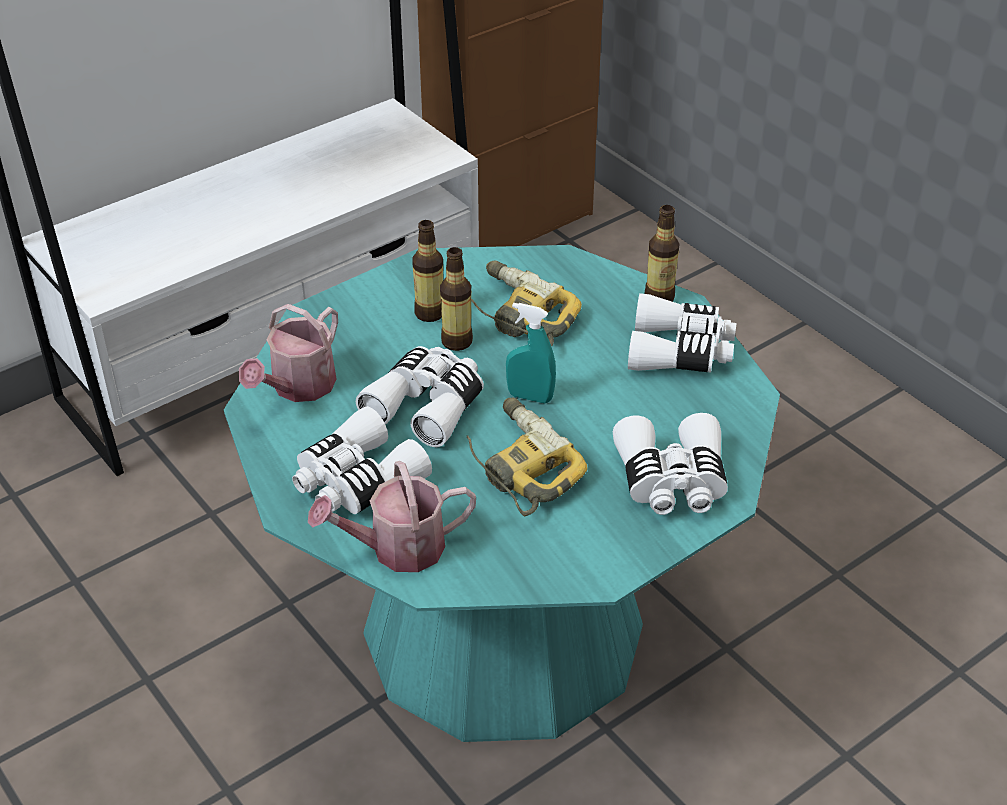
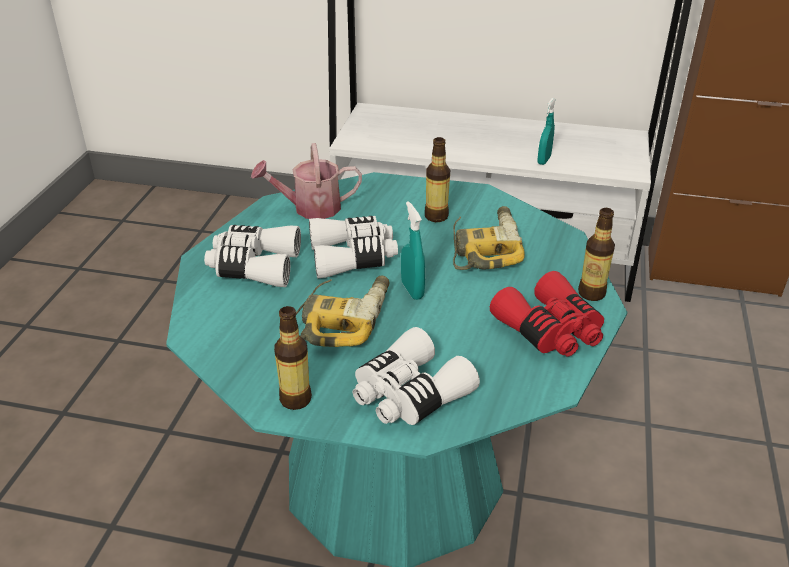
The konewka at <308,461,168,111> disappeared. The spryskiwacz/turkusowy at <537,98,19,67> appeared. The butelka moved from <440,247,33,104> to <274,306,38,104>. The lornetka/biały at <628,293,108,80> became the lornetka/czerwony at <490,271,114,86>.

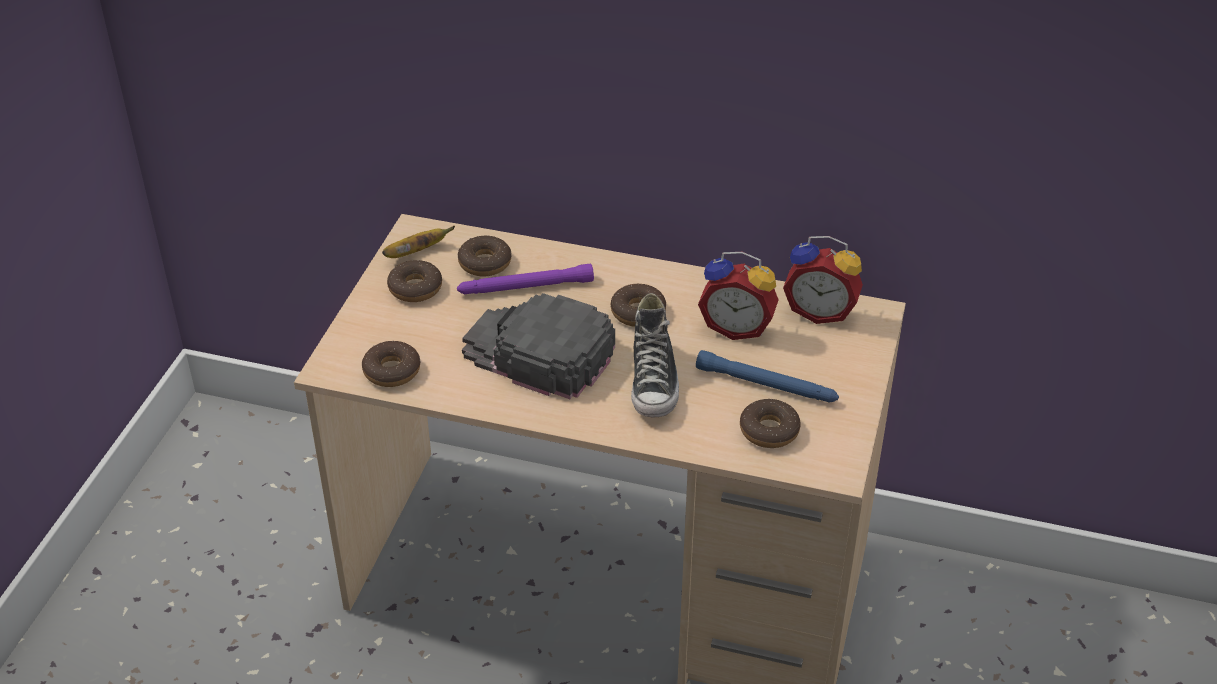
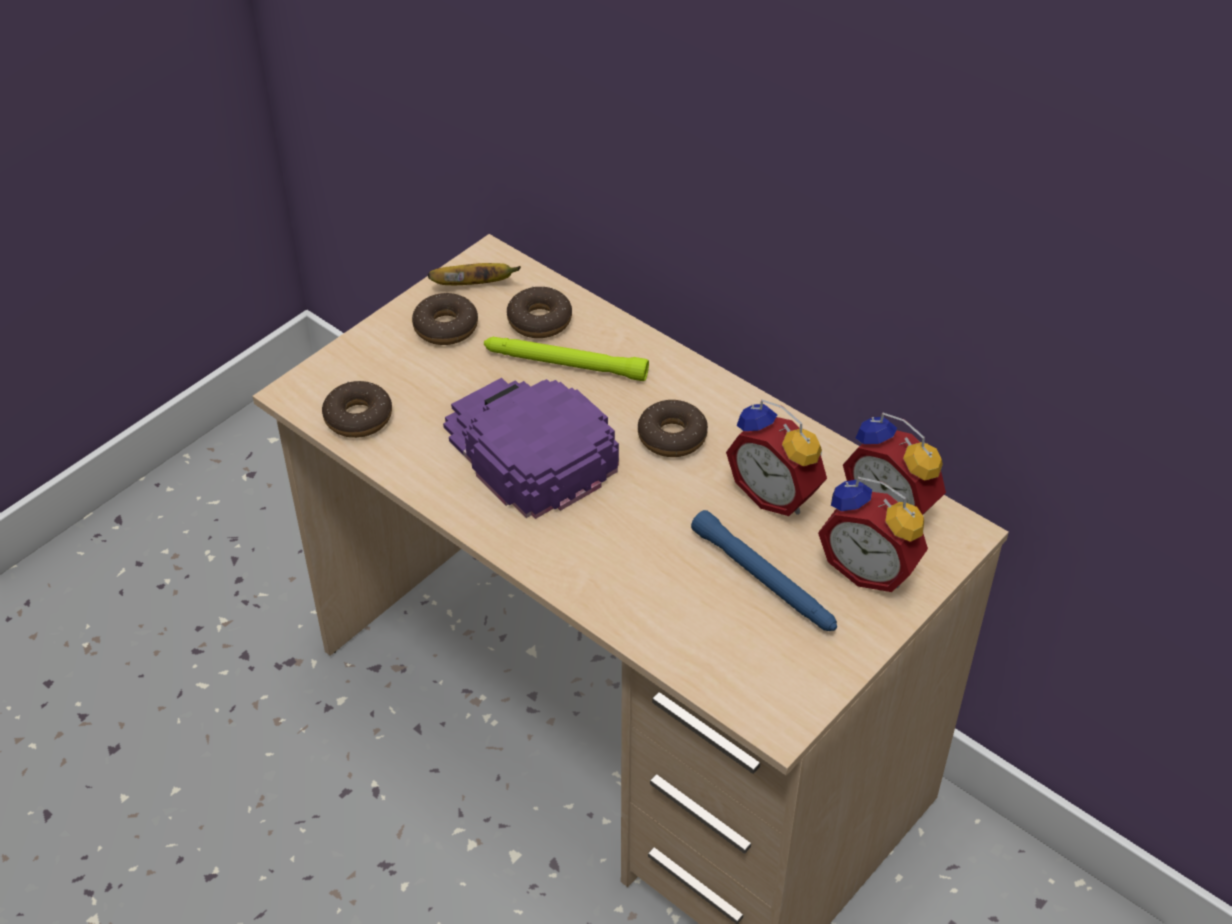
The but at <631,293,48,124> disappeared. The donut at <740,399,61,49> disappeared. The budzik at <818,477,110,115> appeared. The latarka/fioletowy at <457,264,137,30> became the latarka/zielony at <484,337,165,44>. The czapka z daszkiem/czarny at <462,293,153,106> became the czapka z daszkiem/fioletowy at <443,378,176,141>.

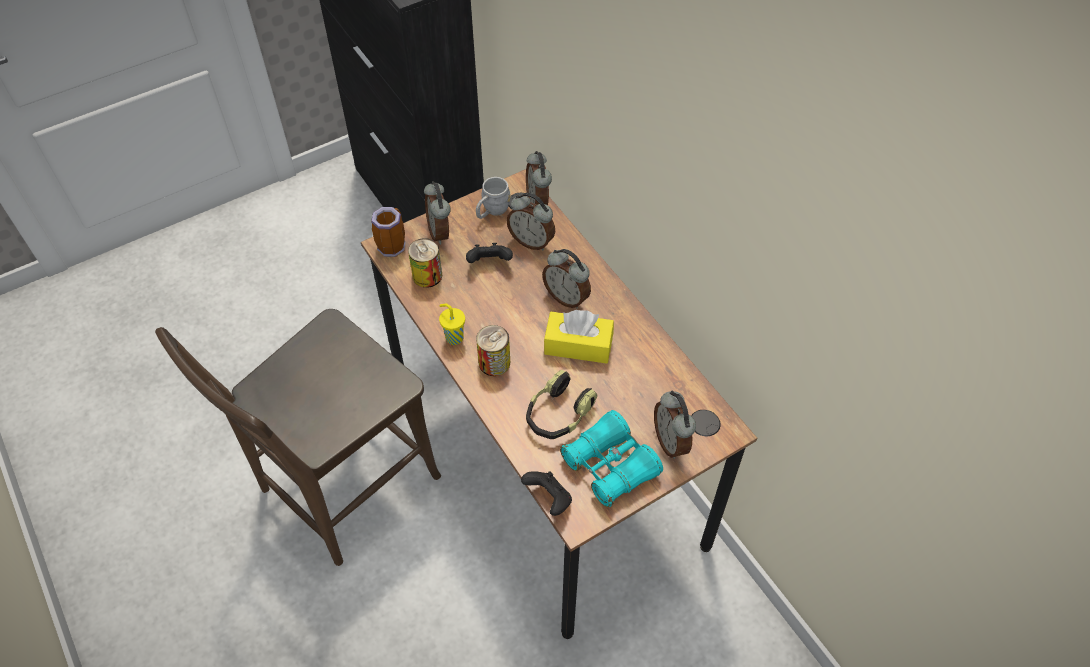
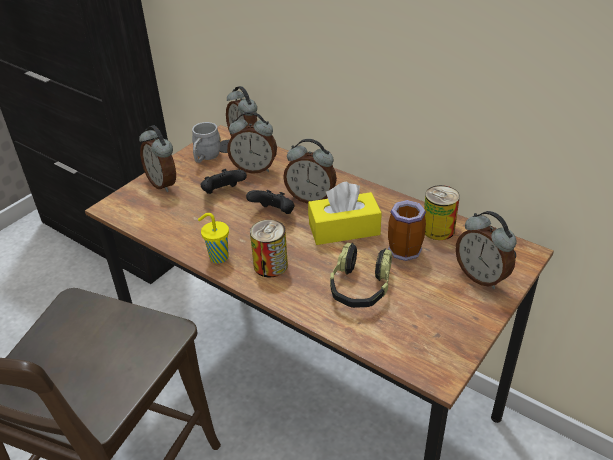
The lornetka/turkusowy at <560,410,103,98> disappeared. The kubek moved from <371,207,35,50> to <388,200,38,61>. The puszka moved from <408,238,34,50> to <424,185,36,55>. The pad do gier/czarny moved from <521,471,51,45> to <246,190,49,24>.

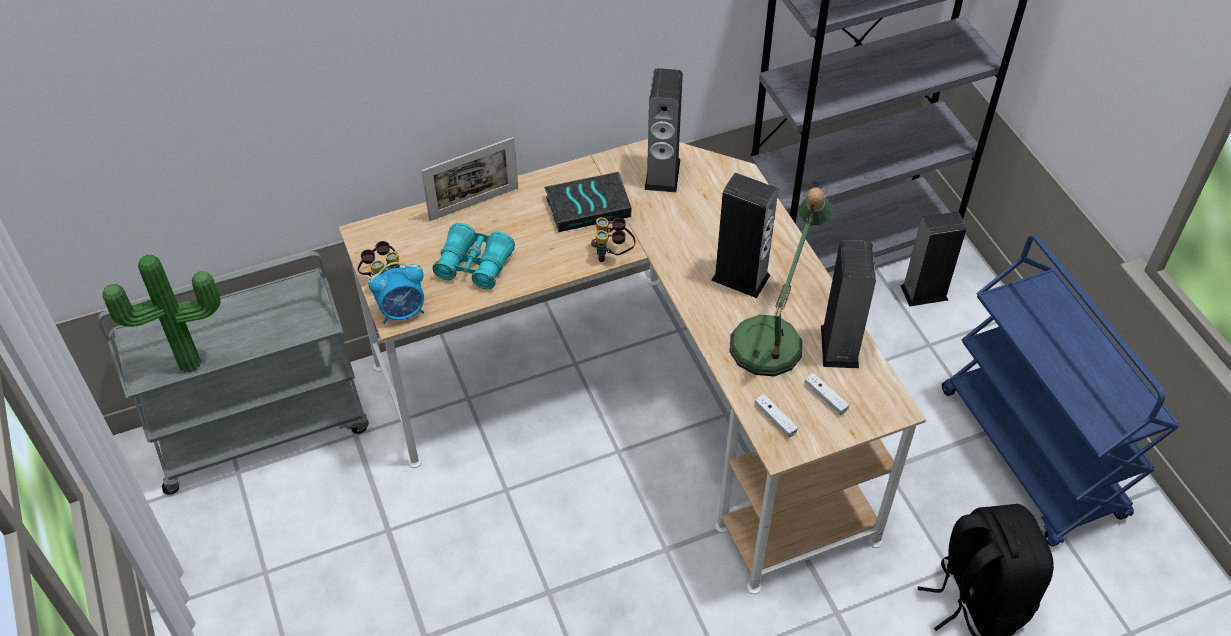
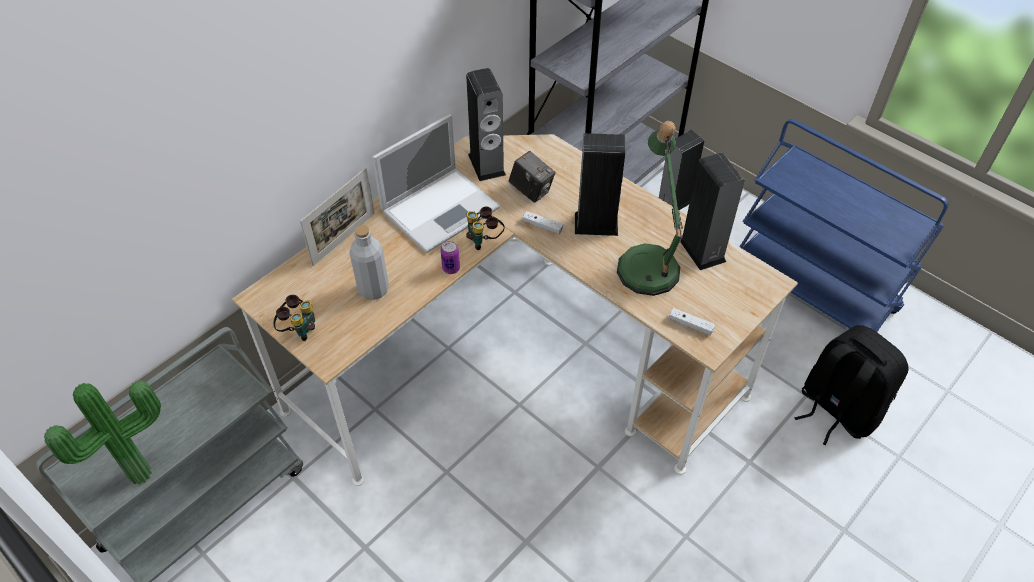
The budzik at <368,262,56,62> disappeared. The puszka at <441,241,19,33> appeared. The aparat fotograficzny at <509,151,47,52> appeared. The pad do gier/biały moved from <805,373,44,42> to <522,211,41,23>. The lornetka/turkusowy at <433,223,82,66> was replaced by the butelka/szary at <349,225,40,75>. The książka at <544,172,87,60> was replaced by the laptop at <372,114,128,139>.

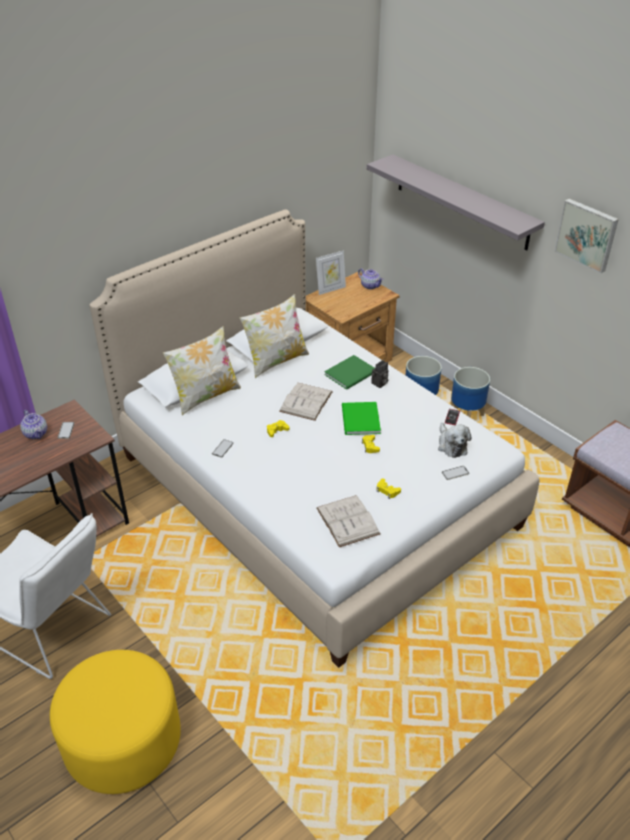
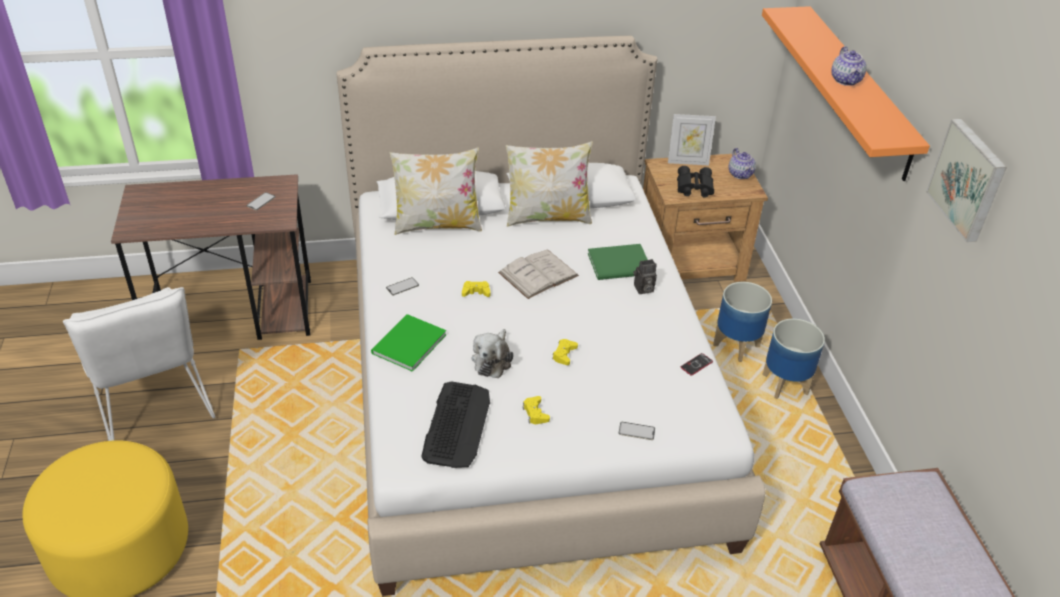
The lornetka/czarny at <677,166,37,32> appeared. The imbryk moved from <20,410,27,29> to <831,46,36,40>. The książka/zielony moved from <342,402,39,33> to <371,314,75,58>. The pluszak moved from <438,423,33,35> to <472,329,42,49>. The książka/biały at <316,495,64,52> was replaced by the klawiatura at <421,381,69,87>. The półka/szary at <367,155,178,95> became the półka/pomarańczowy at <762,6,168,175>.

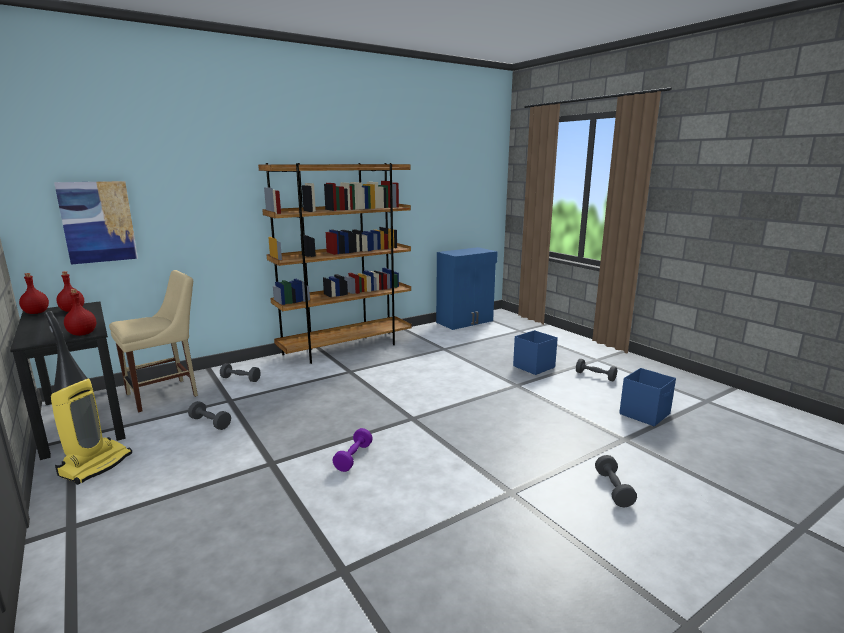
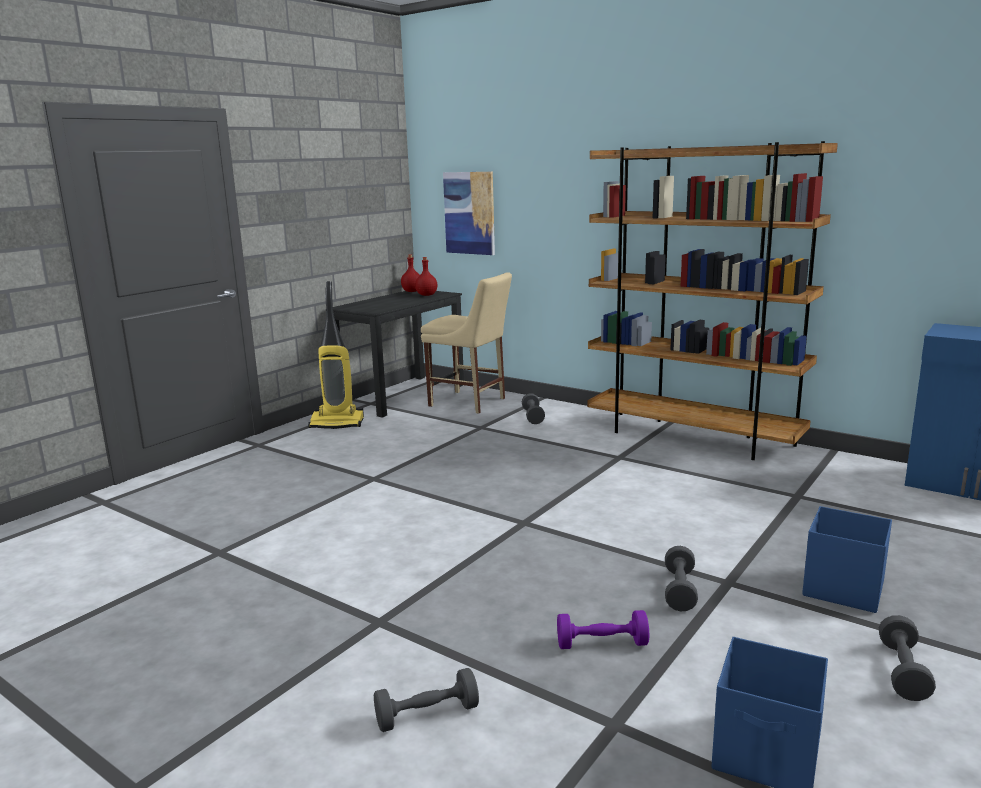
The butelka/czerwony at <64,289,32,47> disappeared. The hantel/szary moved from <188,401,43,29> to <665,546,33,65>. The hantel/fioletowy moved from <332,428,41,44> to <557,610,92,39>.

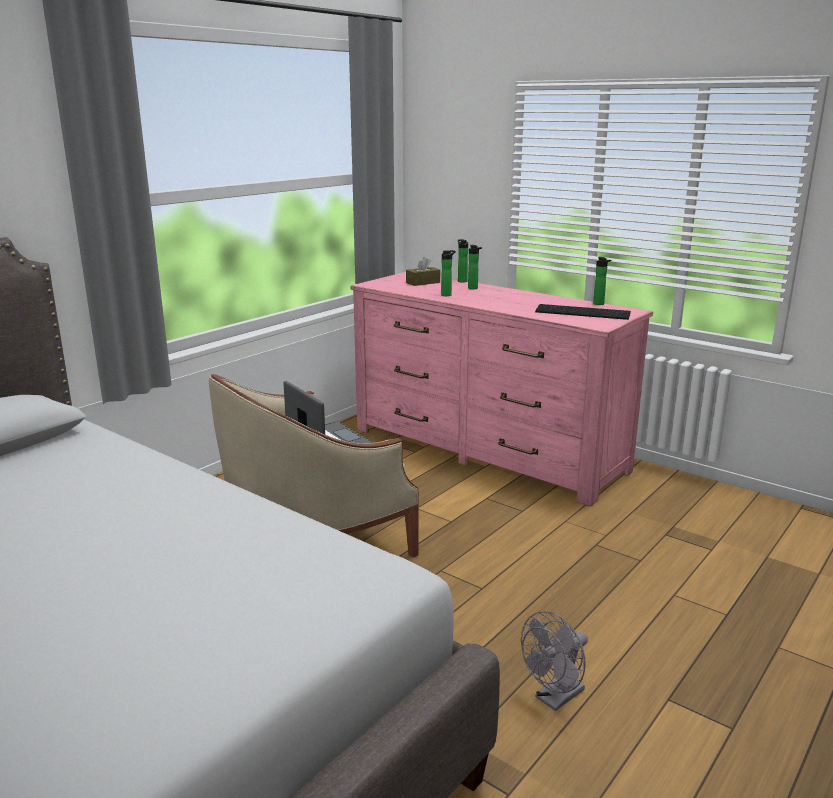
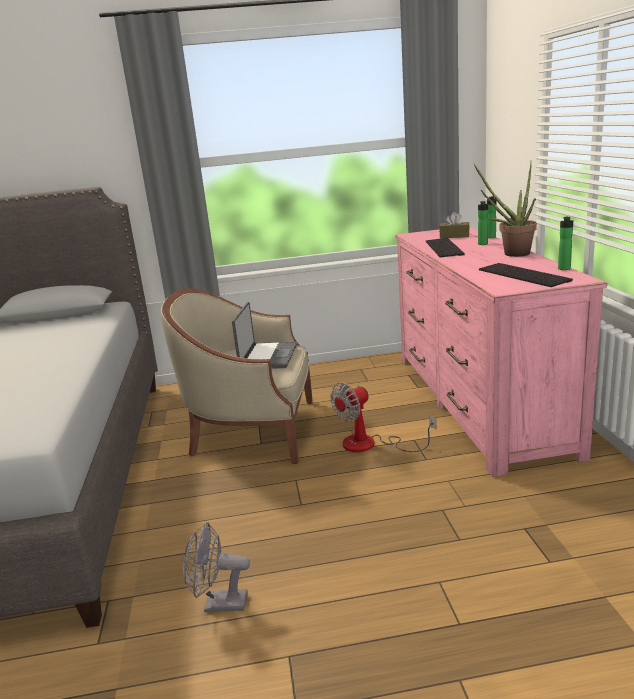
The wentylator at <330,383,106,69> appeared. The roślina doniczkowa at <474,162,63,95> appeared. The butelka at <441,250,15,46> was replaced by the klawiatura at <426,238,39,19>.

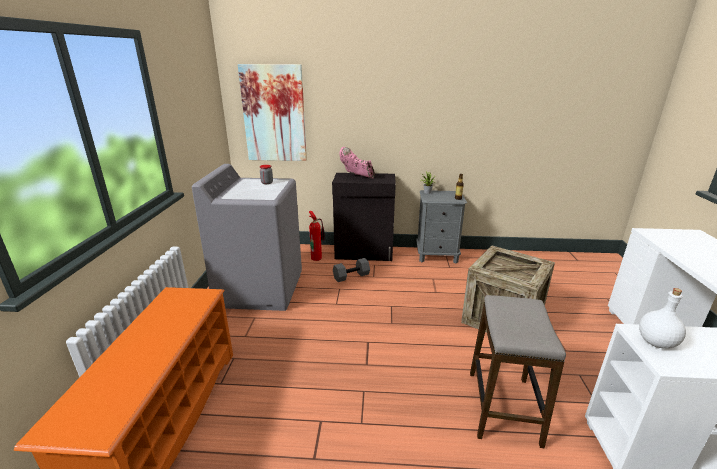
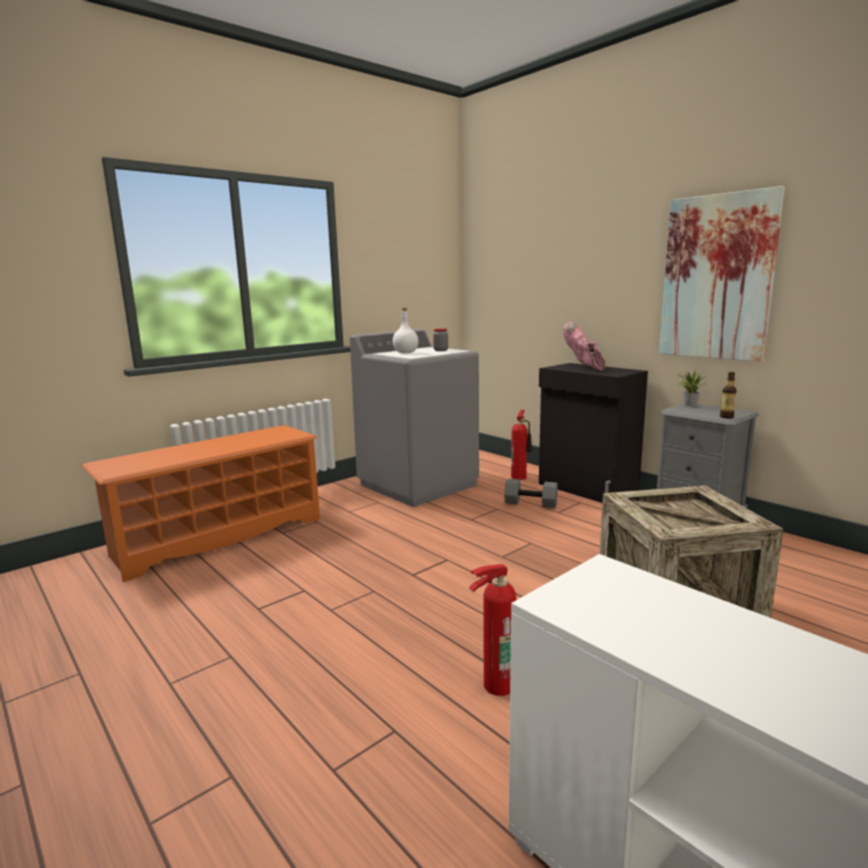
The obraz moved from <238,64,69,97> to <659,186,126,176>. The butelka/biały moved from <639,288,47,61> to <392,308,26,46>. The stołek at <470,295,96,153> was replaced by the gaśnica at <469,564,47,132>.

